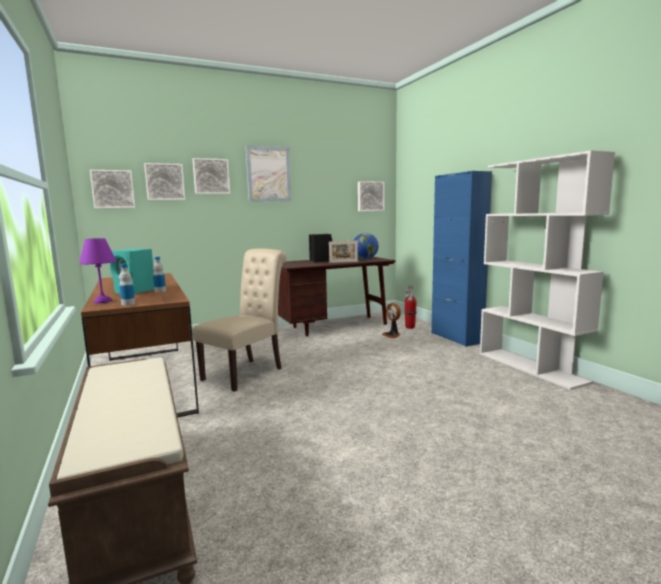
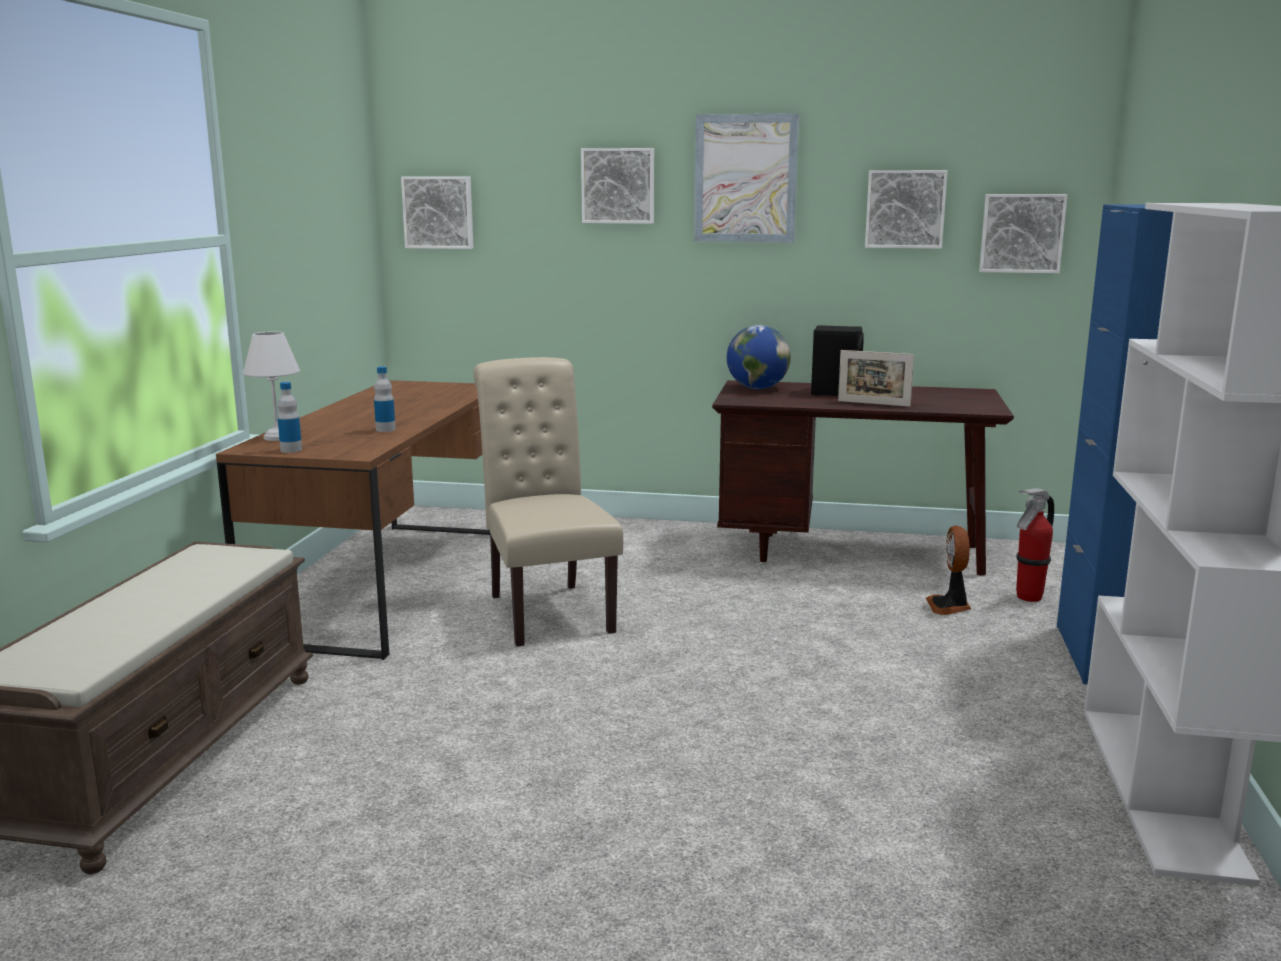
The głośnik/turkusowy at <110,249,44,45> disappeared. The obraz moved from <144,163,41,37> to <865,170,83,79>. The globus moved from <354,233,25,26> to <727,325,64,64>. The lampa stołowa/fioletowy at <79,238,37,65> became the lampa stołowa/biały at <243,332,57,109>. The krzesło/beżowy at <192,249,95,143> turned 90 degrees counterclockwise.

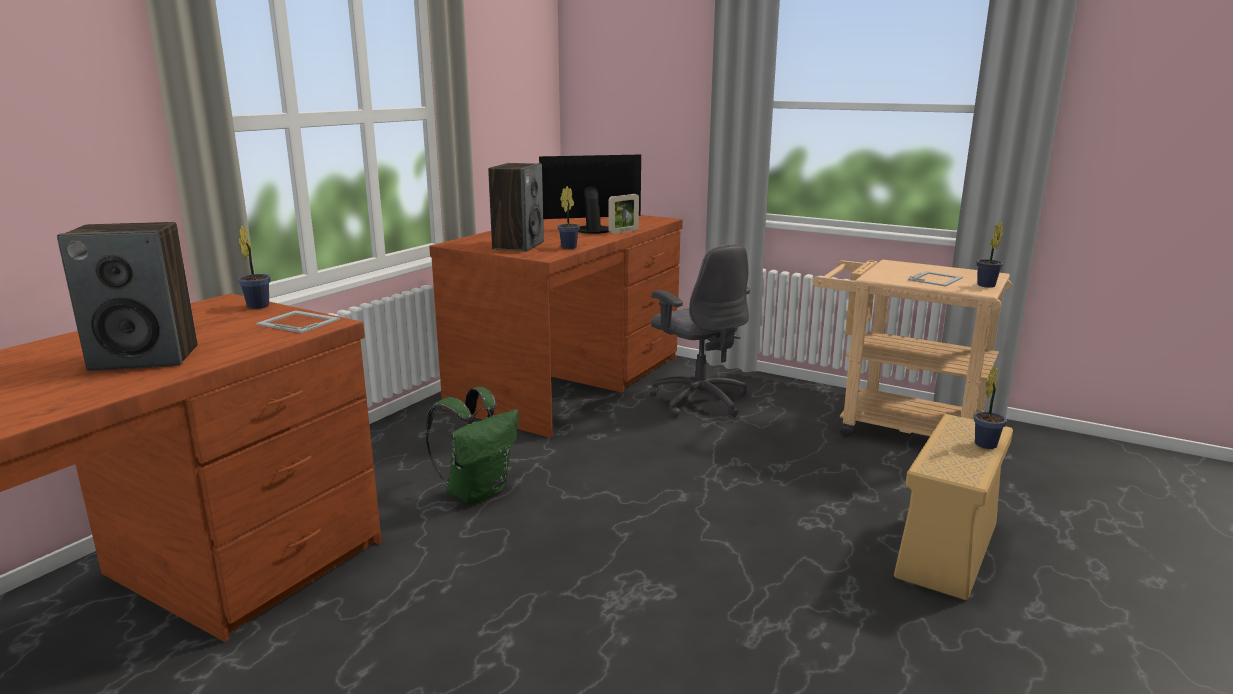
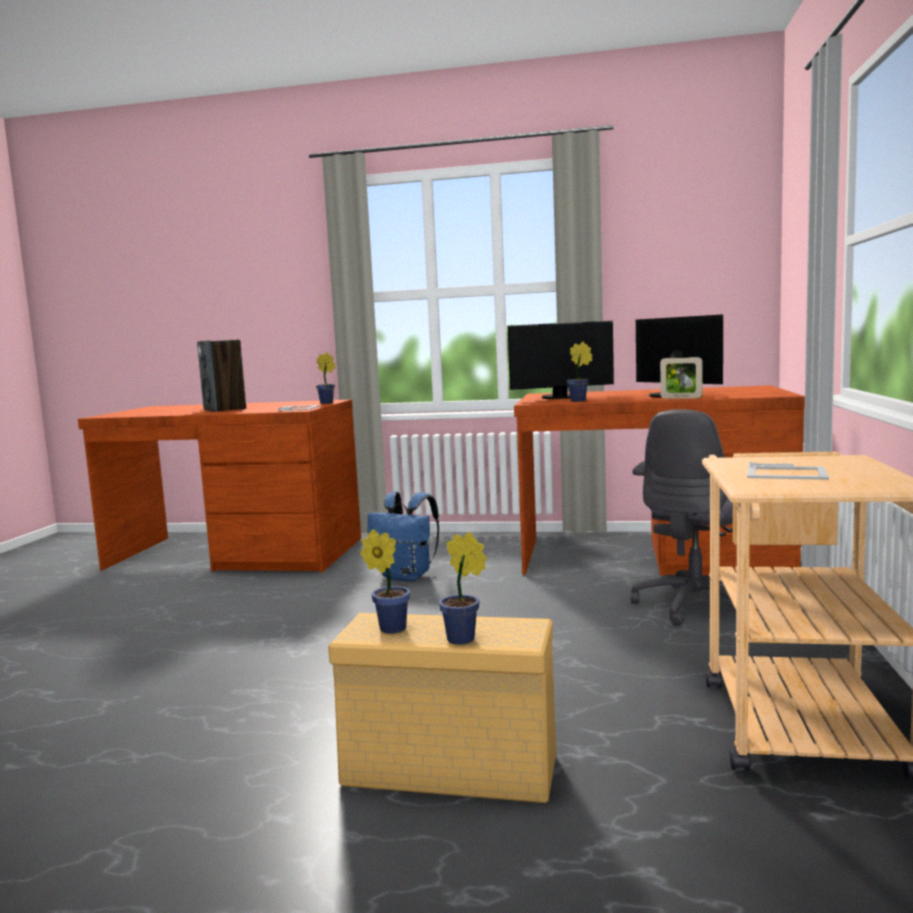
The roślina doniczkowa moved from <976,222,27,66> to <360,529,50,105>. The głośnik at <488,163,56,89> was replaced by the monitor at <508,321,106,78>. The plecak/zielony at <426,387,93,117> became the plecak/niebieski at <367,492,72,89>.

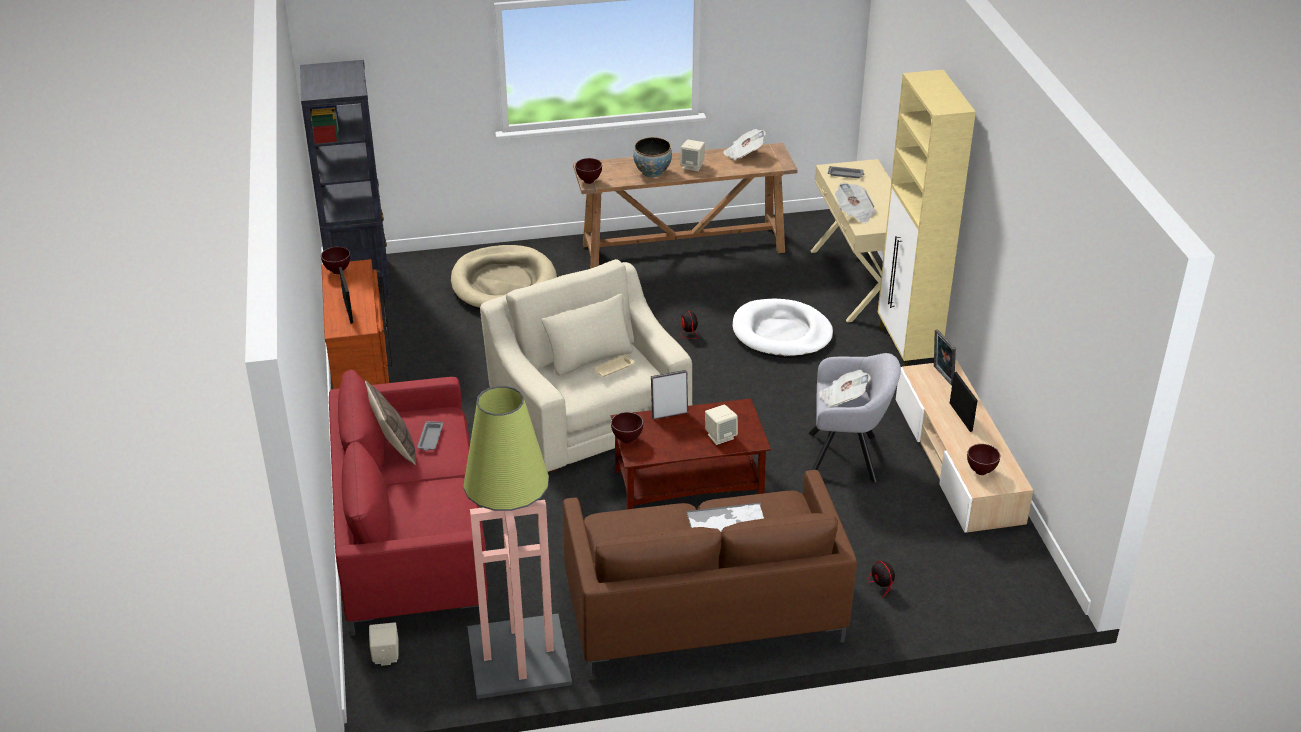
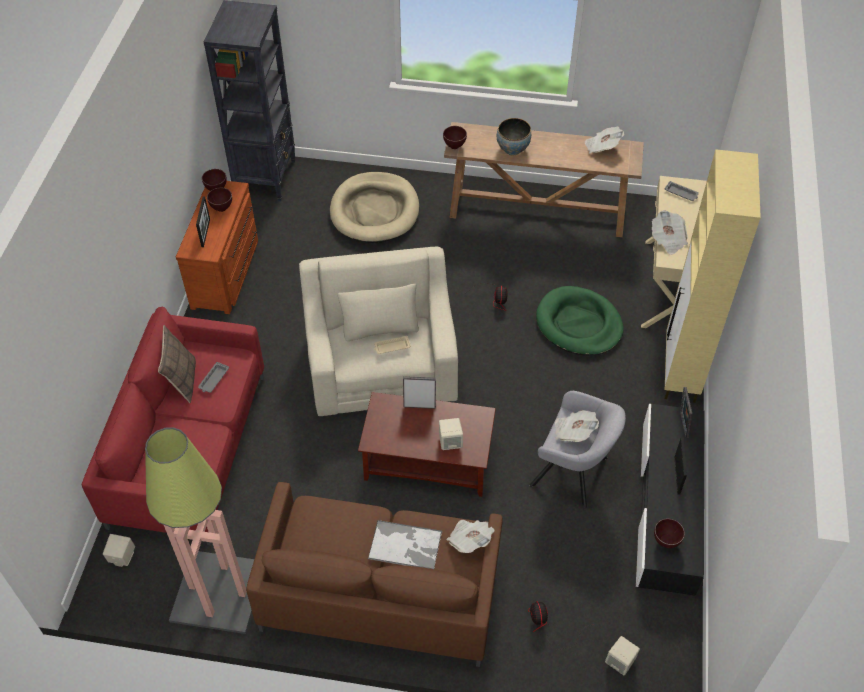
The gazeta at <447,520,48,33> appeared. The miska/brązowy moved from <611,412,32,31> to <207,188,25,24>. The głośnik/beżowy moved from <680,140,25,31> to <605,636,35,39>. The legowisko/biały at <733,298,100,60> became the legowisko/zielony at <536,286,88,69>. The szafka pod telewizor/beżowy at <896,360,137,174> became the szafka pod telewizor/czarny at <636,404,68,192>.

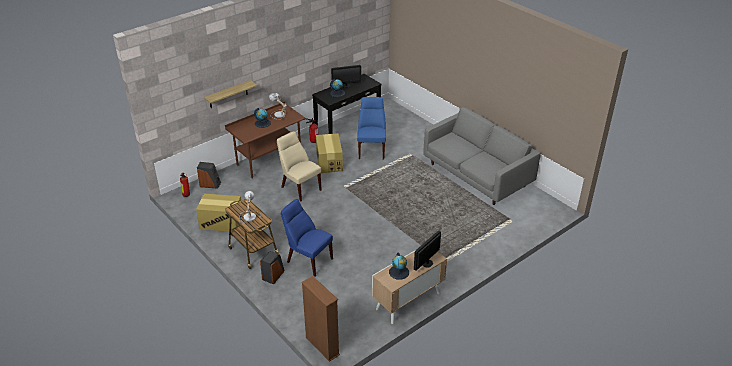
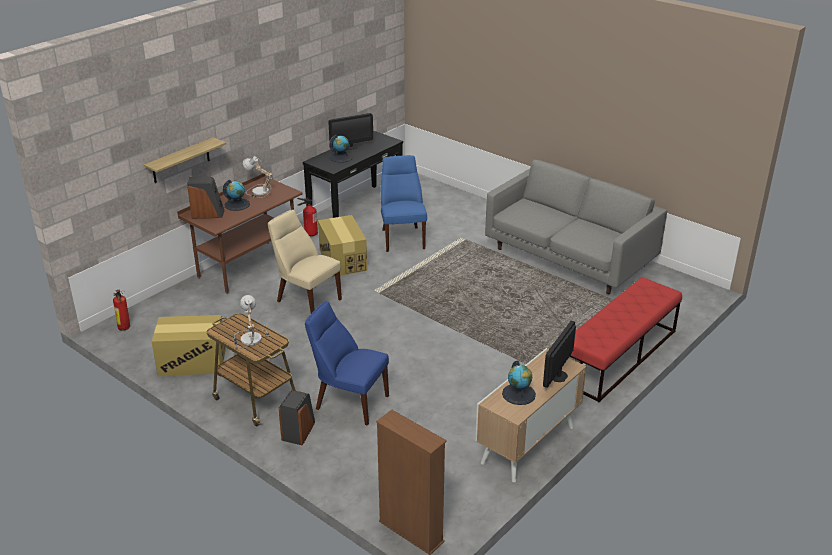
The ławka/czerwony at <570,277,112,125> appeared. The głośnik moved from <197,162,24,26> to <187,176,38,43>.

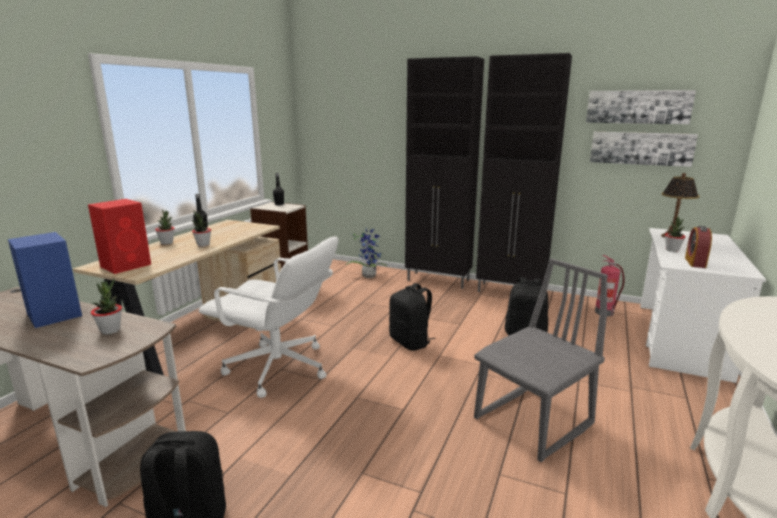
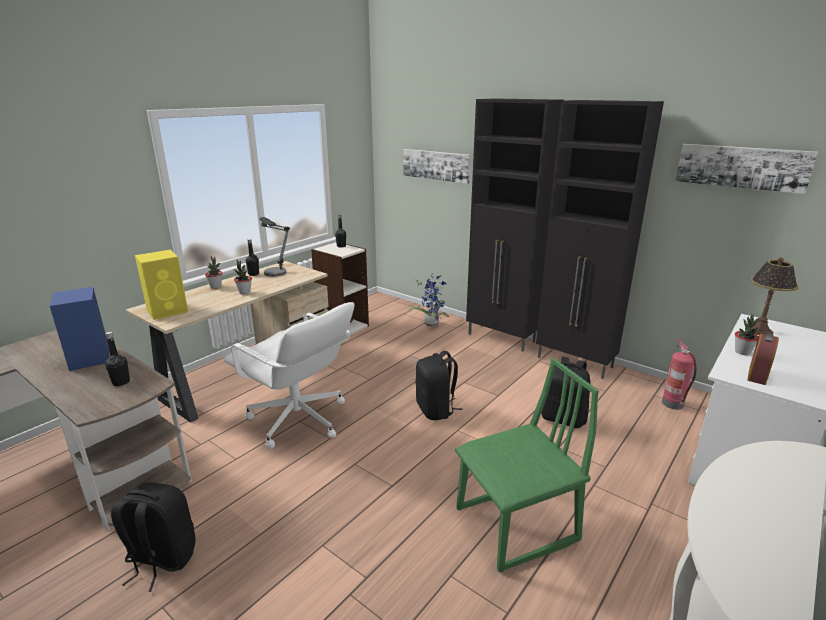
The lampa stołowa at <260,217,30,60> appeared. The obraz moved from <590,132,108,35> to <403,149,68,35>. The roślina doniczkowa at <91,278,31,57> was replaced by the butelka/czarny at <105,332,25,54>. The głośnik/czerwony at <88,199,63,75> became the głośnik/żółty at <135,250,53,70>. The krzesło/szary at <474,258,134,204> became the krzesło/zielony at <455,358,144,215>.

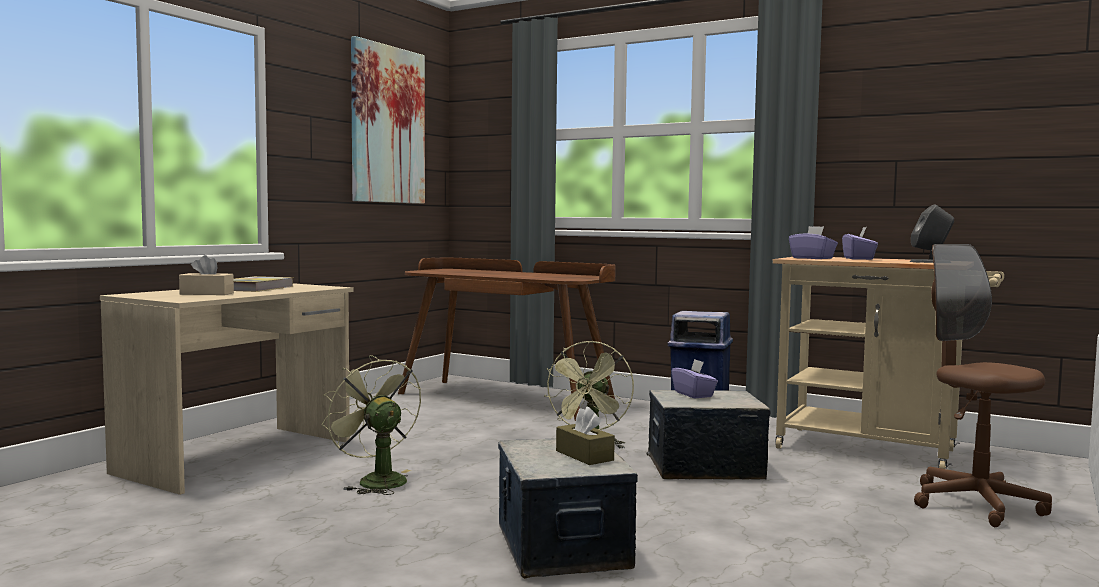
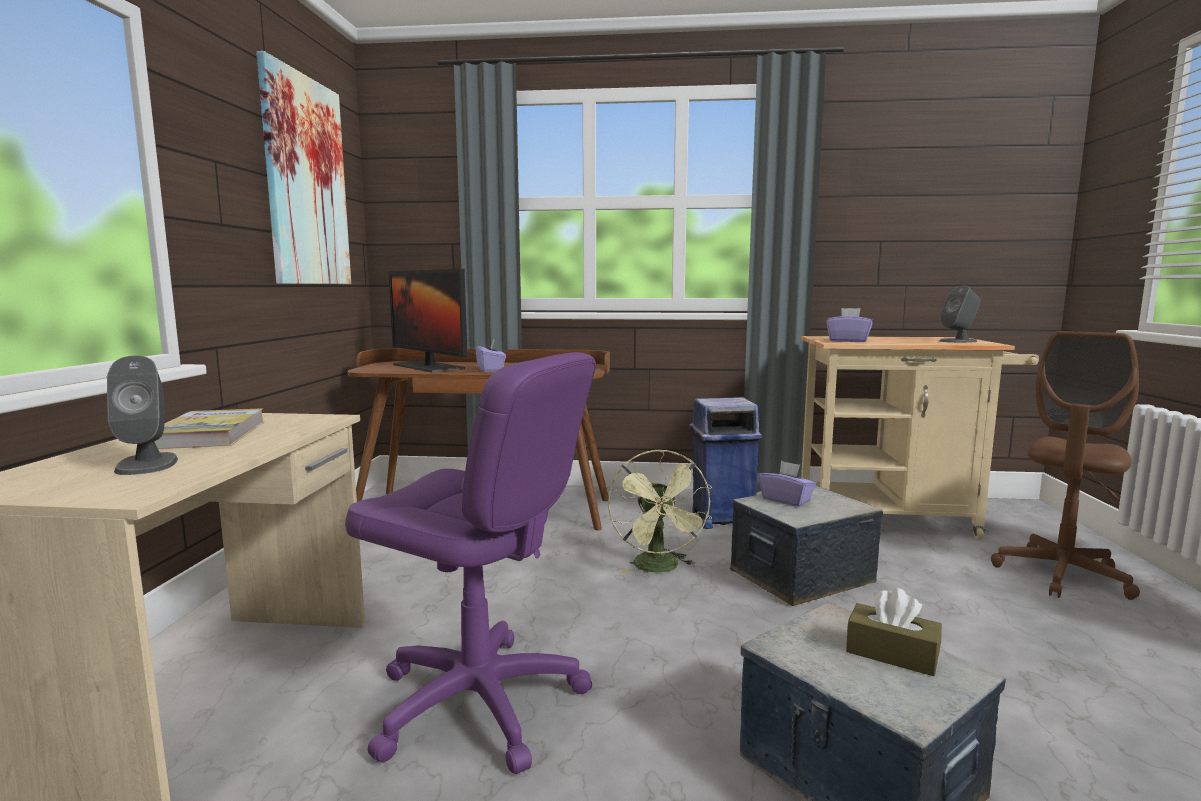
The monitor at <388,269,80,103> appeared. The pudełko chusteczek/fioletowy moved from <842,227,36,33> to <475,339,31,33>. The pudełko chusteczek/beżowy at <179,255,55,40> was replaced by the głośnik/szary at <107,356,71,119>. The wentylator/zielony at <322,355,99,140> was replaced by the krzesło biurowe/fioletowy at <345,352,251,422>. The krzesło biurowe/brązowy at <914,244,138,283> turned 90 degrees counterclockwise.

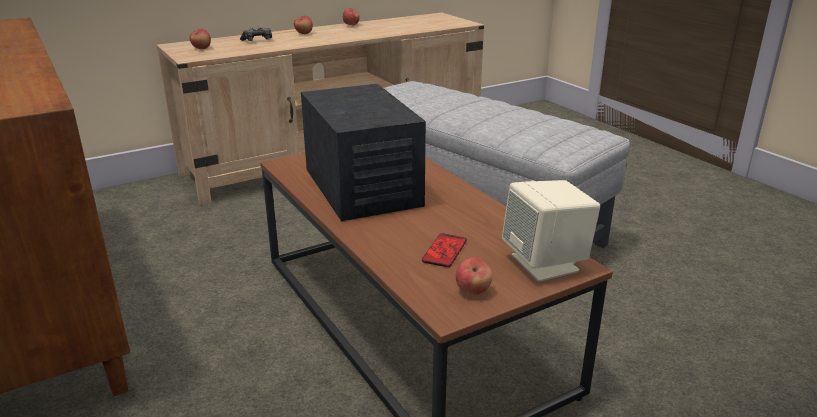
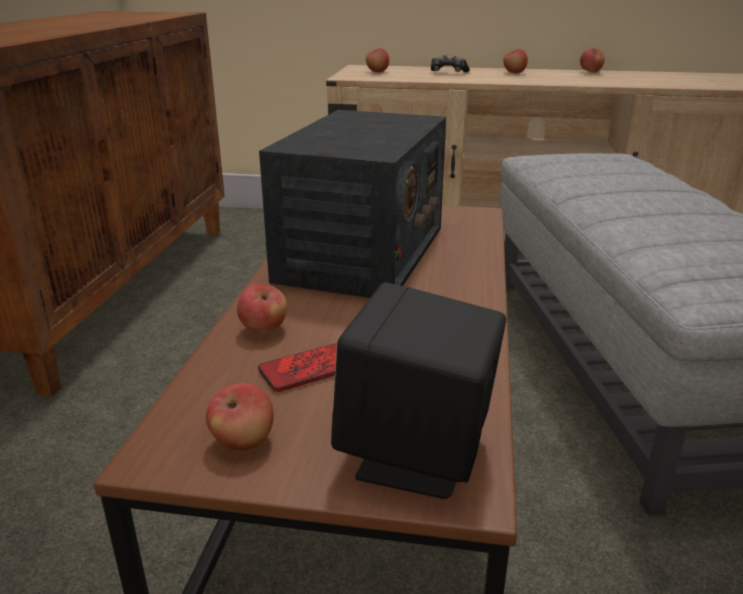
The jabłko at <237,283,50,50> appeared. The głośnik/beżowy at <502,180,98,102> became the głośnik/czarny at <331,282,175,217>.

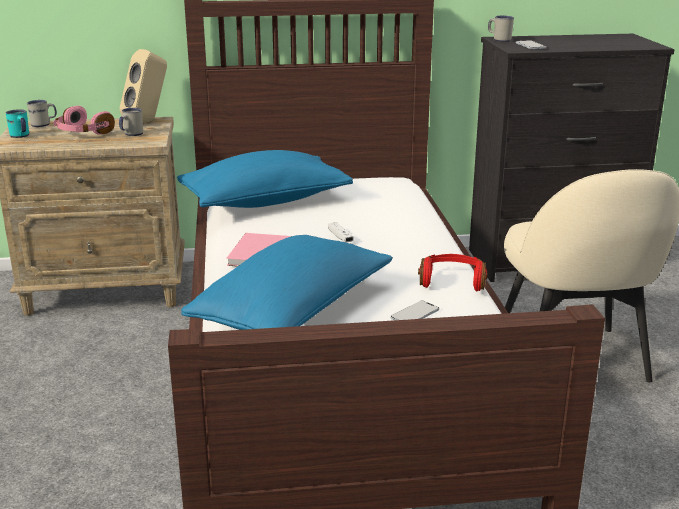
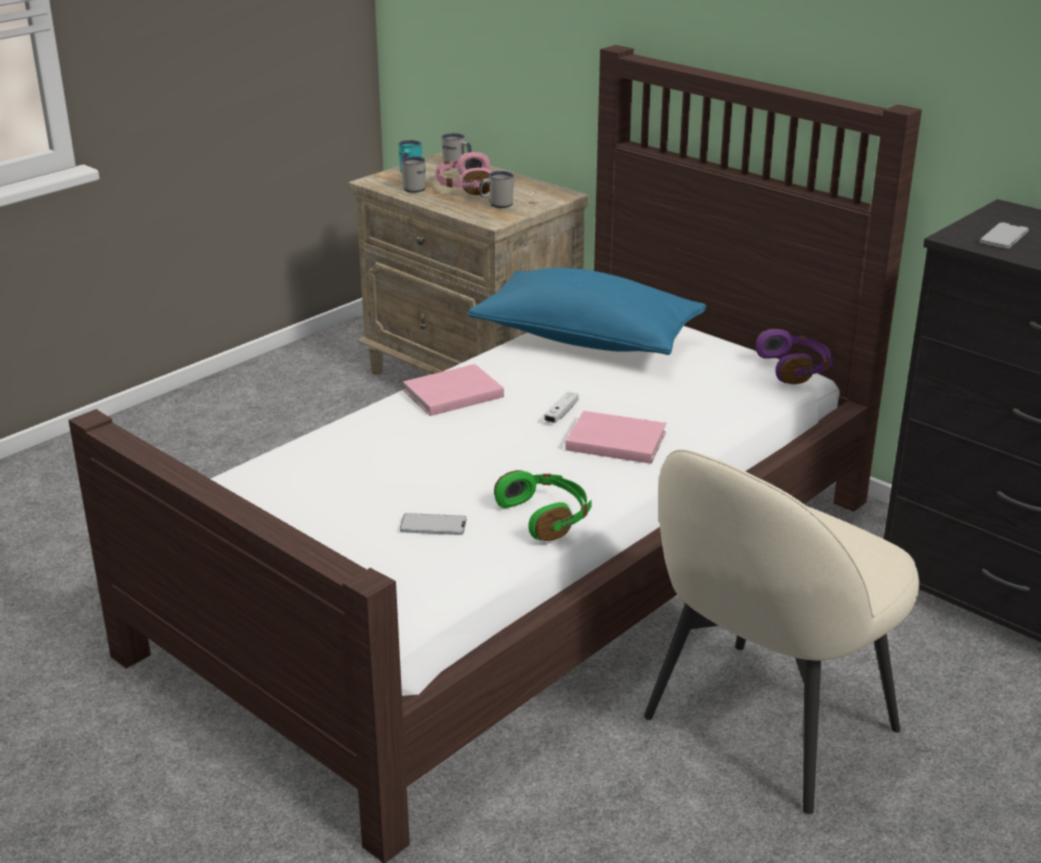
The głośnik/beżowy at <119,49,48,74> disappeared. The poduszka/niebieski at <181,235,212,95> disappeared. The książka/różowy at <565,411,101,53> appeared. The słuchawki/fioletowy at <756,329,78,55> appeared. The kubek/biały moved from <488,16,26,26> to <401,156,25,37>. The słuchawki/czerwony at <418,254,70,37> became the słuchawki/zielony at <494,470,97,71>.

